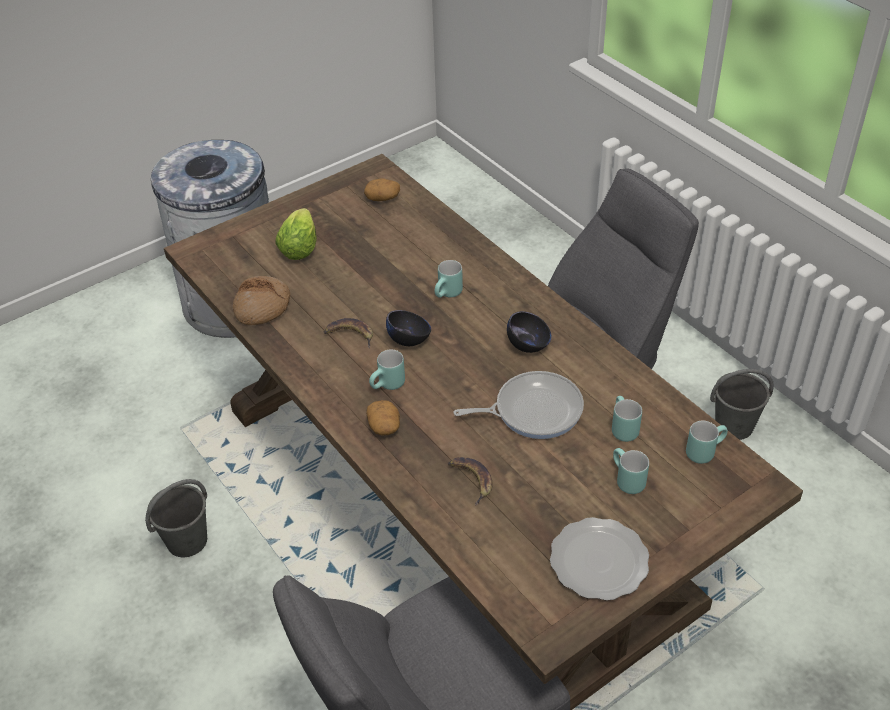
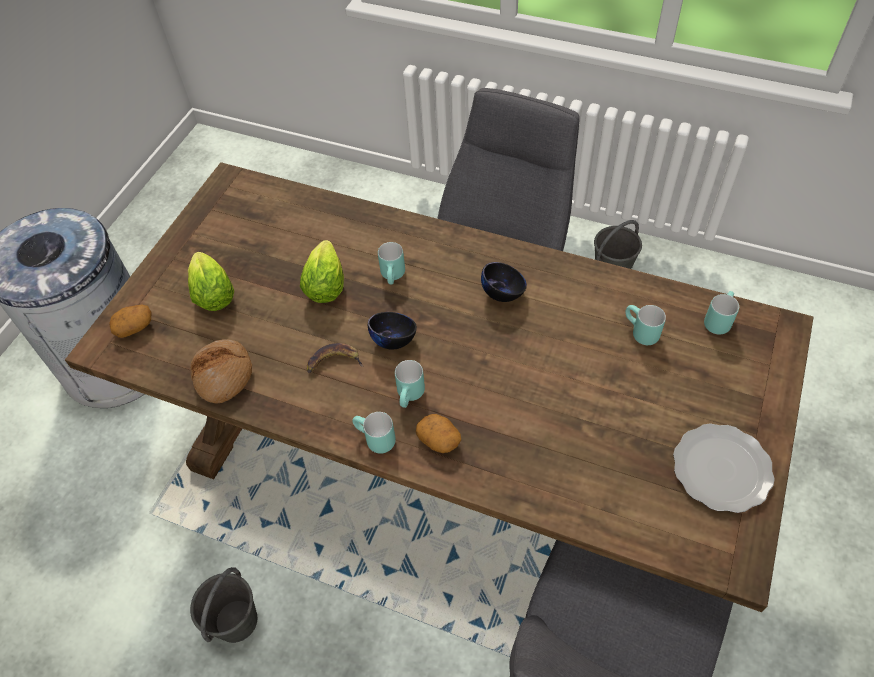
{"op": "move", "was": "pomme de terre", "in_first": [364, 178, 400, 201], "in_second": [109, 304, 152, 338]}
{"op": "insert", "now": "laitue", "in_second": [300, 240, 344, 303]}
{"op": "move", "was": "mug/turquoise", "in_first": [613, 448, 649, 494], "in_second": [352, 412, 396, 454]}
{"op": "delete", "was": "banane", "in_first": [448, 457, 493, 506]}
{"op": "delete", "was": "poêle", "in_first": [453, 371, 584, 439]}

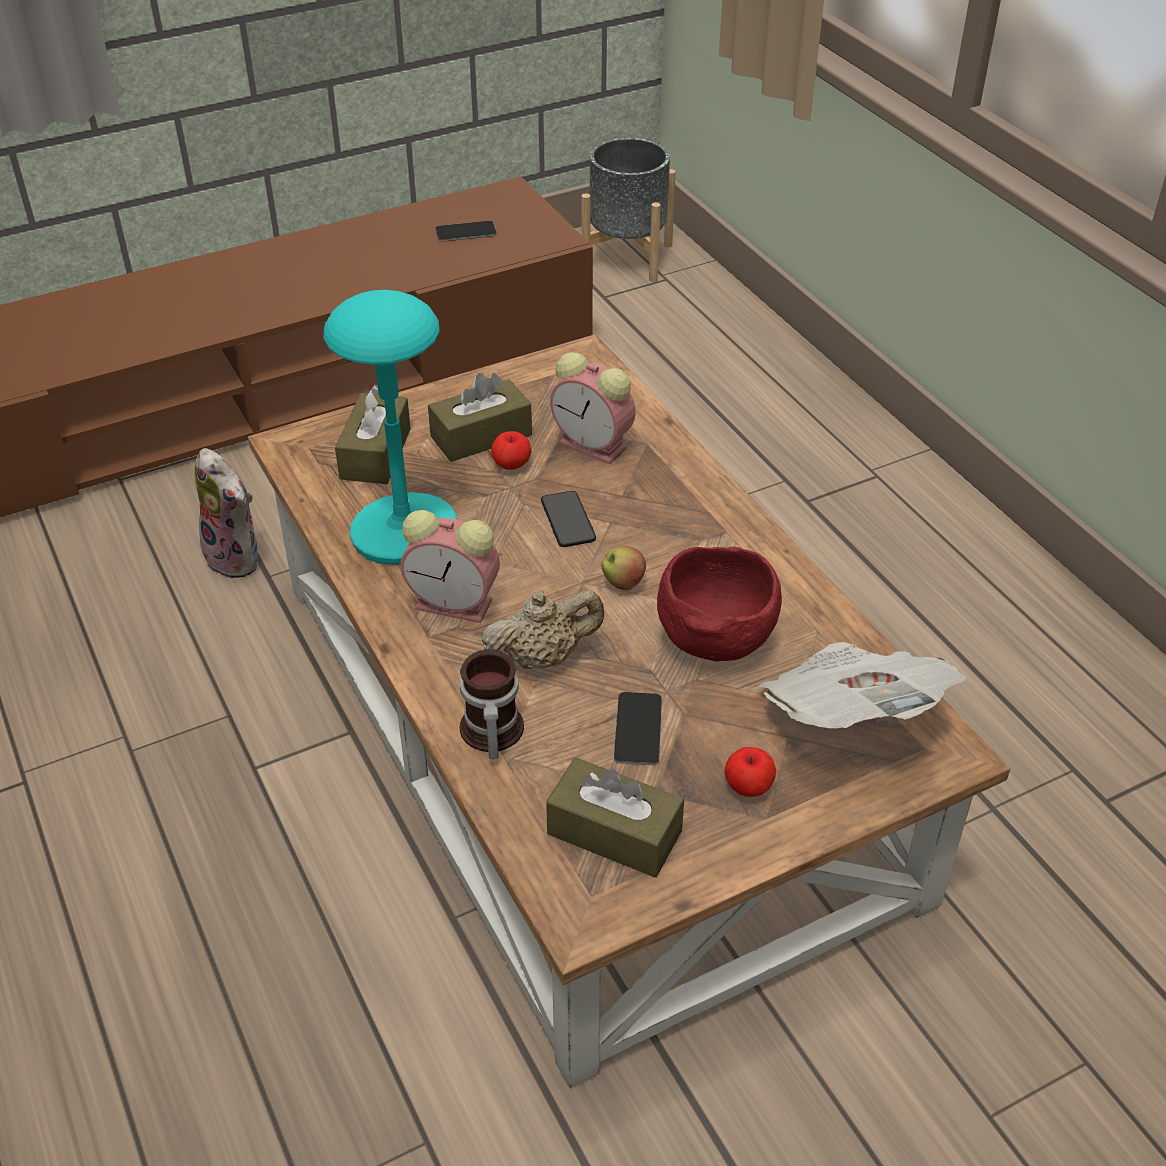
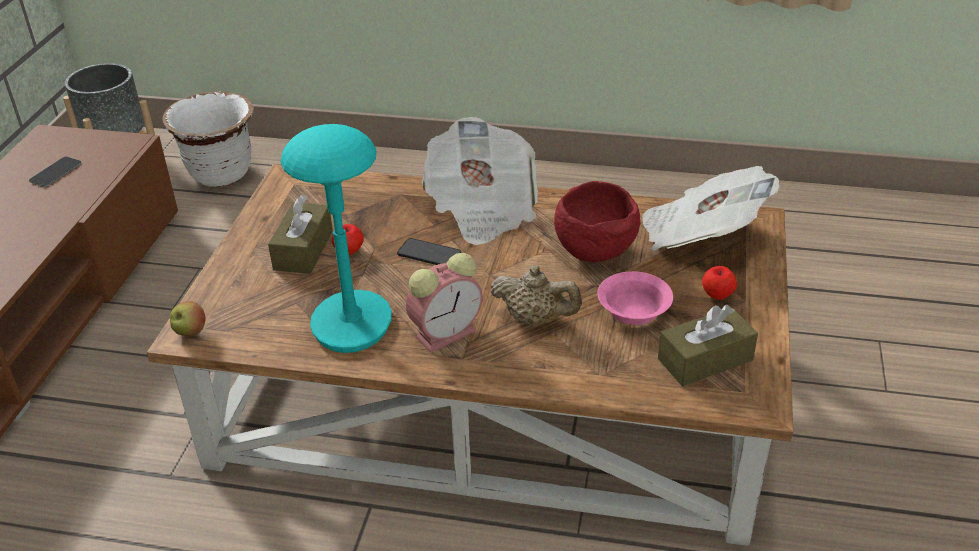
{"op": "insert", "now": "cache-pot/blanc", "in_second": [162, 92, 254, 187]}
{"op": "move", "was": "pomme", "in_first": [601, 546, 646, 590], "in_second": [170, 301, 205, 336]}
{"op": "insert", "now": "journal", "in_second": [421, 117, 538, 245]}
{"op": "rotate", "was": "théière/beige", "in_first": [481, 590, 604, 669], "in_second": [491, 265, 582, 326], "clockwise": 90}
{"op": "replace", "was": "téléphone", "now": "bol/rose", "in_first": [614, 692, 662, 765], "in_second": [597, 271, 673, 325]}
{"op": "delete", "was": "peluche", "in_first": [194, 448, 260, 579]}
{"op": "delete", "was": "boîte à mouchoirs/marron", "in_first": [335, 385, 411, 484]}
{"op": "delete", "was": "mug", "in_first": [460, 649, 524, 759]}
{"op": "delete", "was": "réveil", "in_first": [550, 352, 636, 464]}

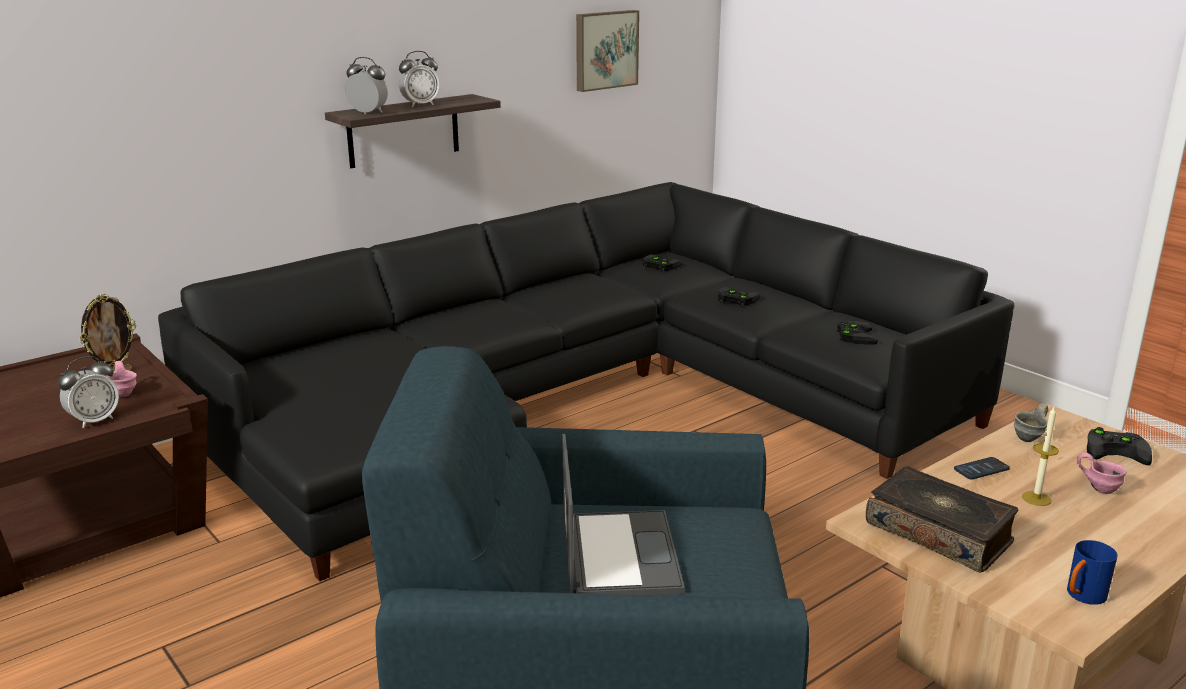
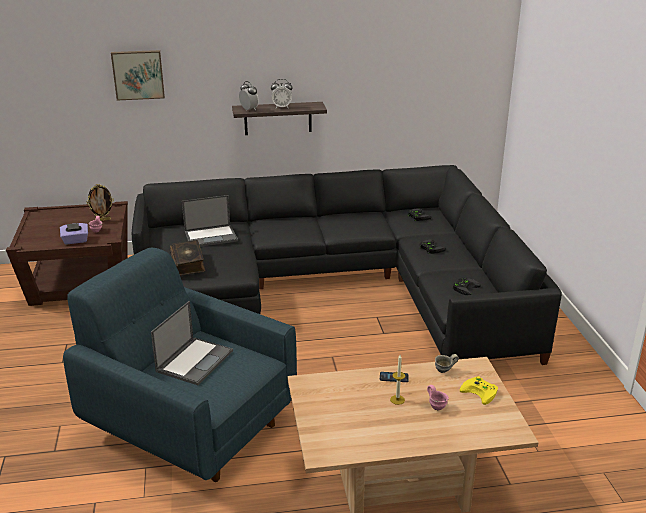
{"op": "replace", "was": "réveil", "now": "boîte à mouchoirs/violet", "in_first": [58, 356, 119, 428], "in_second": [60, 223, 88, 245]}
{"op": "move", "was": "tableau", "in_first": [576, 10, 639, 92], "in_second": [111, 50, 165, 101]}
{"op": "move", "was": "livre", "in_first": [866, 466, 1018, 572], "in_second": [170, 240, 206, 276]}
{"op": "insert", "now": "ordinateur portable", "in_second": [182, 195, 238, 247]}
{"op": "recolor", "was": "manette/noir", "now": "manette/jaune", "in_first": [1087, 427, 1152, 465], "in_second": [459, 376, 498, 405]}
{"op": "delete", "was": "mug/bleu", "in_first": [1067, 540, 1118, 605]}

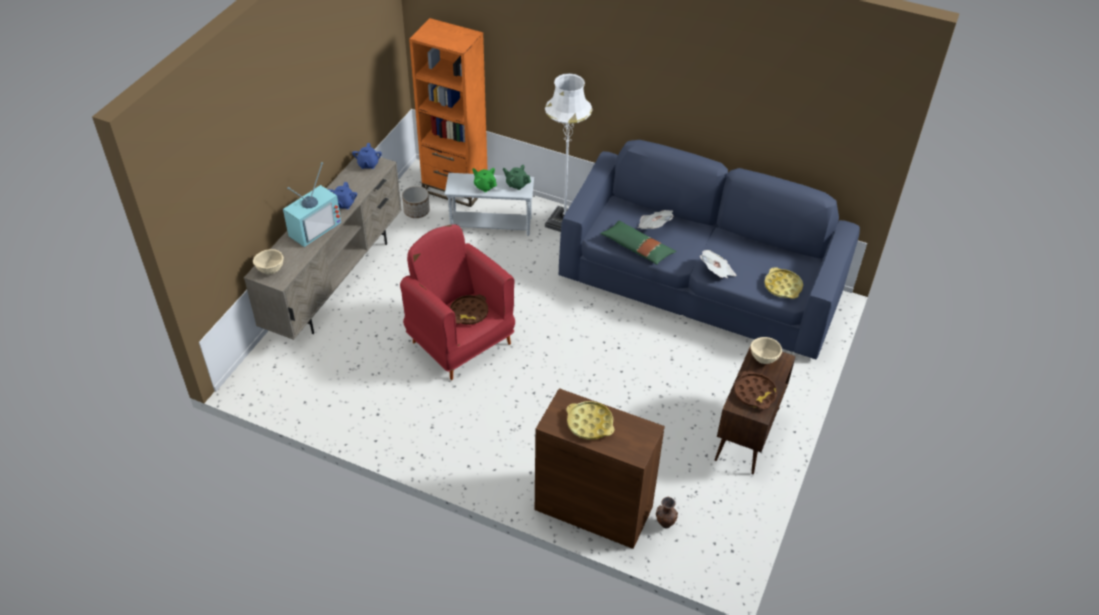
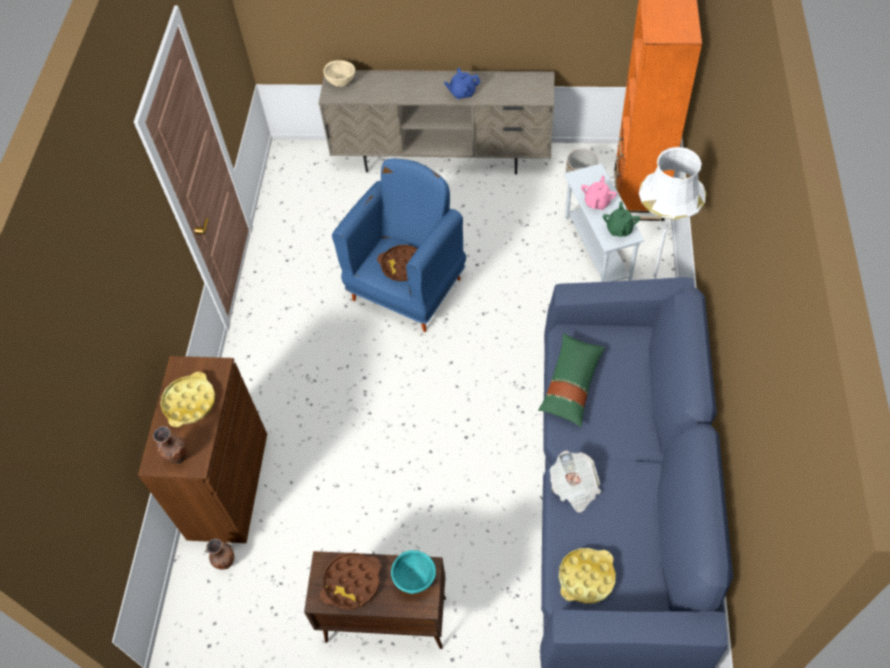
{"op": "insert", "now": "vase/marron", "in_second": [153, 426, 187, 464]}
{"op": "recolor", "was": "fauteuil/rouge", "now": "fauteuil/bleu", "in_first": [400, 225, 515, 380], "in_second": [332, 158, 466, 332]}
{"op": "recolor", "was": "bol/beige", "now": "bol/turquoise", "in_first": [750, 337, 782, 364], "in_second": [391, 550, 436, 594]}
{"op": "recolor", "was": "théière/vert", "now": "théière/rose", "in_first": [472, 168, 497, 192], "in_second": [581, 175, 617, 210]}
{"op": "delete", "was": "téléviseur", "in_first": [283, 162, 341, 247]}
{"op": "delete", "was": "théière/bleu", "in_first": [352, 143, 382, 169]}
{"op": "delete", "was": "journal", "in_first": [637, 210, 673, 229]}

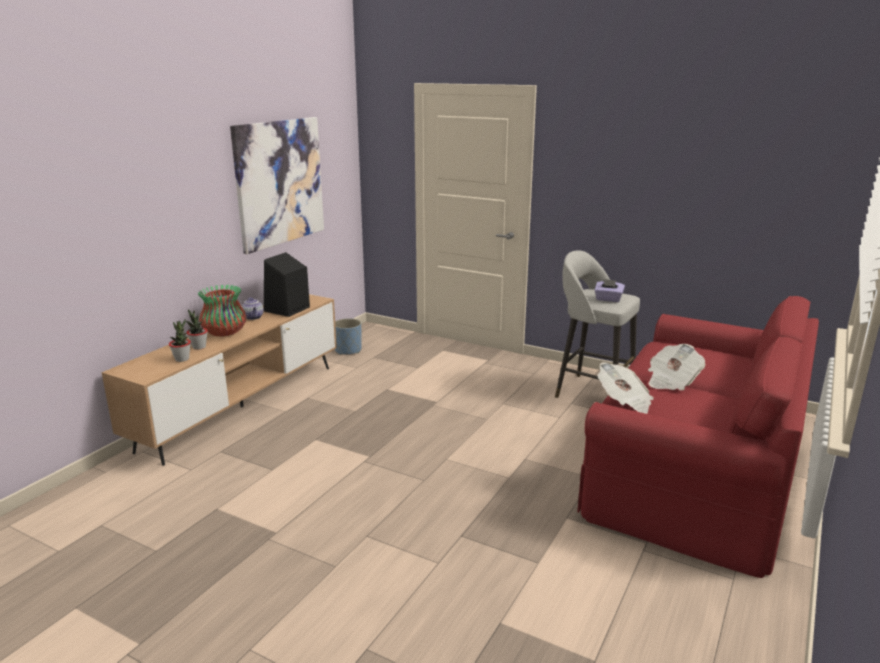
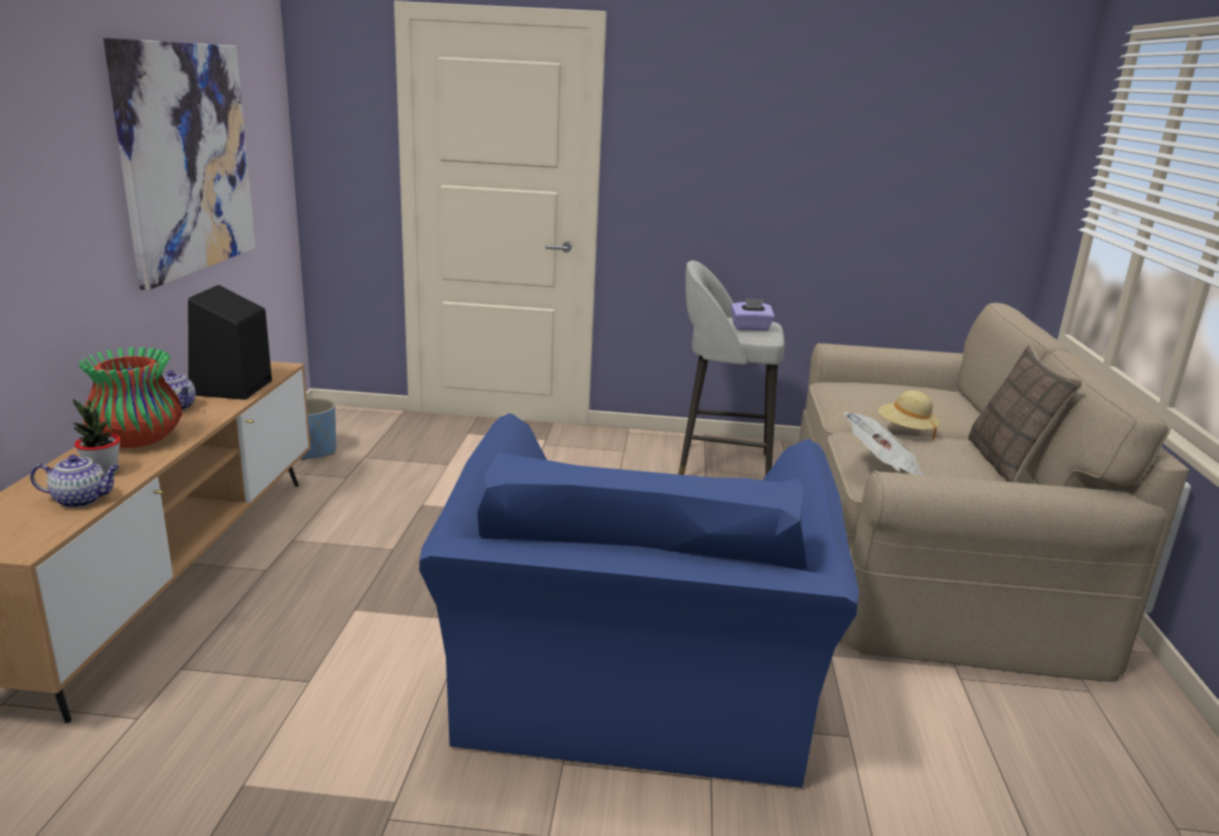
{"op": "replace", "was": "plante en pot", "now": "théière", "in_first": [169, 319, 191, 362], "in_second": [30, 455, 120, 508]}
{"op": "insert", "now": "fauteuil/bleu", "in_second": [419, 413, 859, 788]}
{"op": "recolor", "was": "canapé/rouge", "now": "canapé/beige", "in_first": [577, 296, 819, 578], "in_second": [799, 303, 1189, 682]}
{"op": "replace", "was": "journal", "now": "chapeau/beige", "in_first": [648, 344, 706, 391], "in_second": [878, 390, 940, 440]}
{"op": "insert", "now": "coussin", "in_second": [968, 345, 1083, 482]}

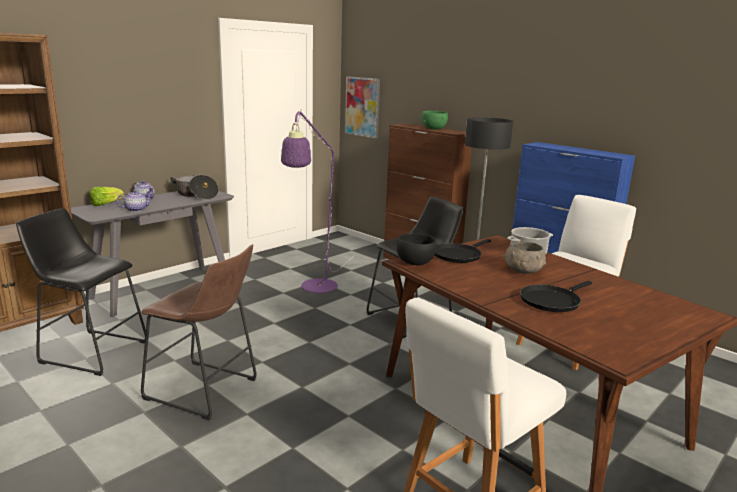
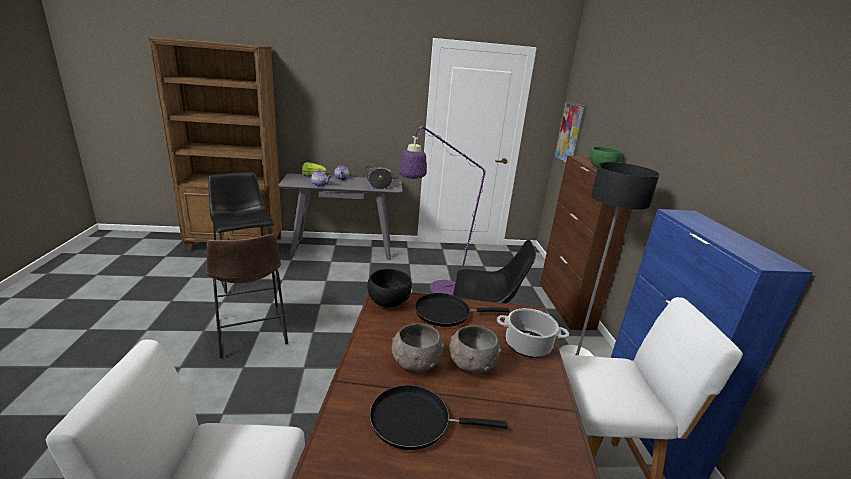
{"op": "insert", "now": "bol/gris", "in_second": [392, 323, 444, 372]}

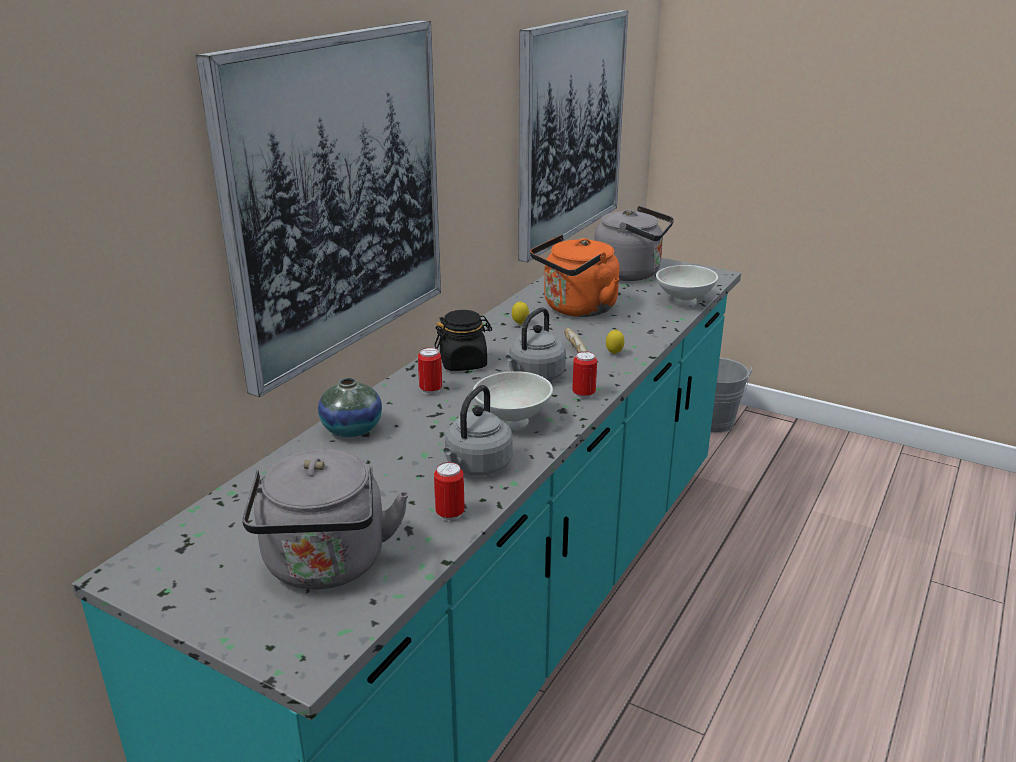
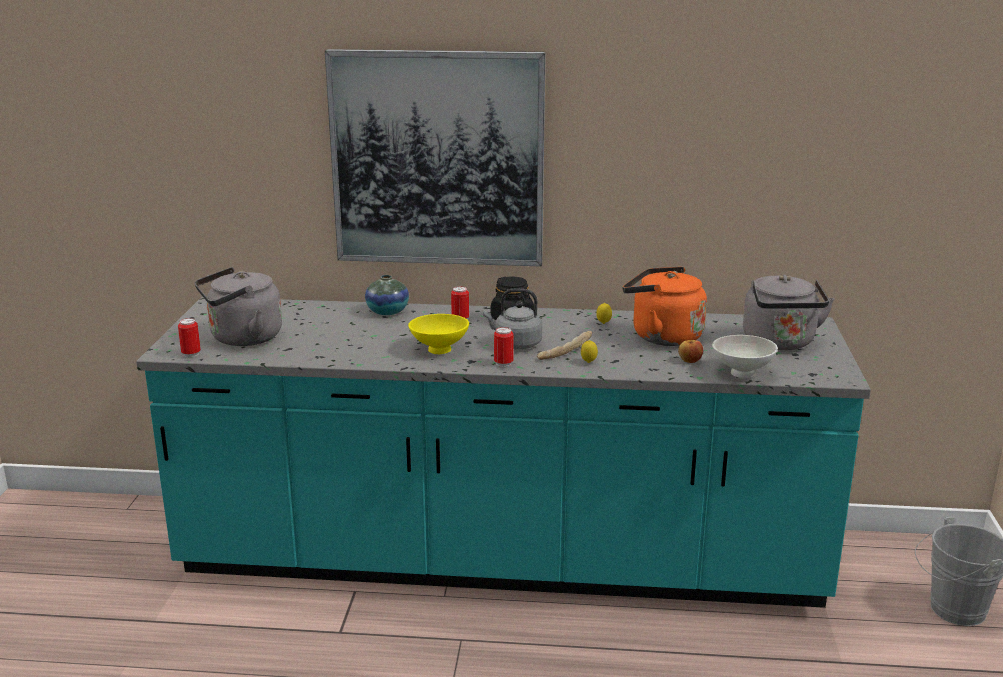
{"op": "move", "was": "boîte métallique", "in_first": [434, 462, 465, 521], "in_second": [178, 318, 201, 357]}
{"op": "recolor", "was": "bol/blanc", "now": "bol/jaune", "in_first": [473, 371, 553, 429], "in_second": [408, 314, 469, 354]}
{"op": "insert", "now": "pomme", "in_second": [678, 340, 703, 363]}
{"op": "delete", "was": "bouilloire/gris", "in_first": [443, 385, 513, 475]}
{"op": "delete", "was": "tableau", "in_first": [518, 10, 628, 263]}

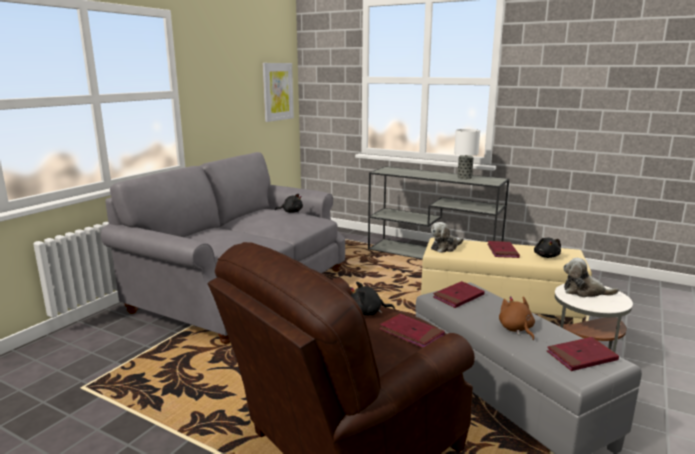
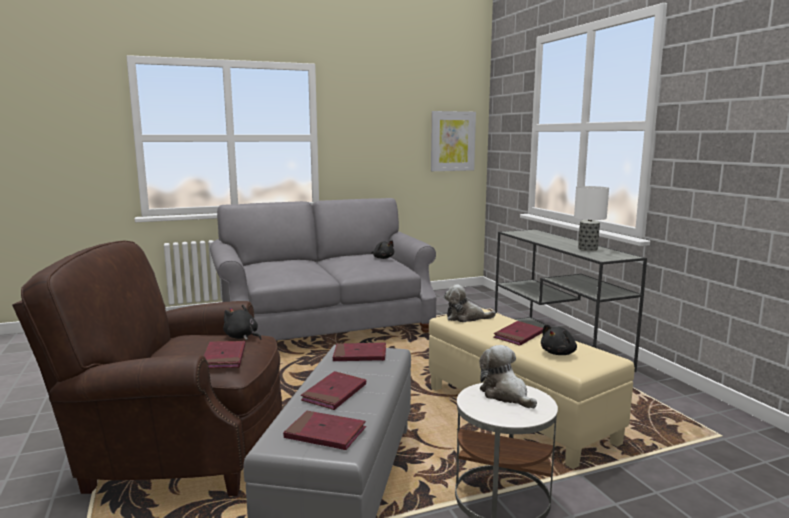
{"op": "replace", "was": "peluche/marron", "now": "livre/rouge", "in_first": [499, 296, 535, 340], "in_second": [301, 371, 366, 410]}

